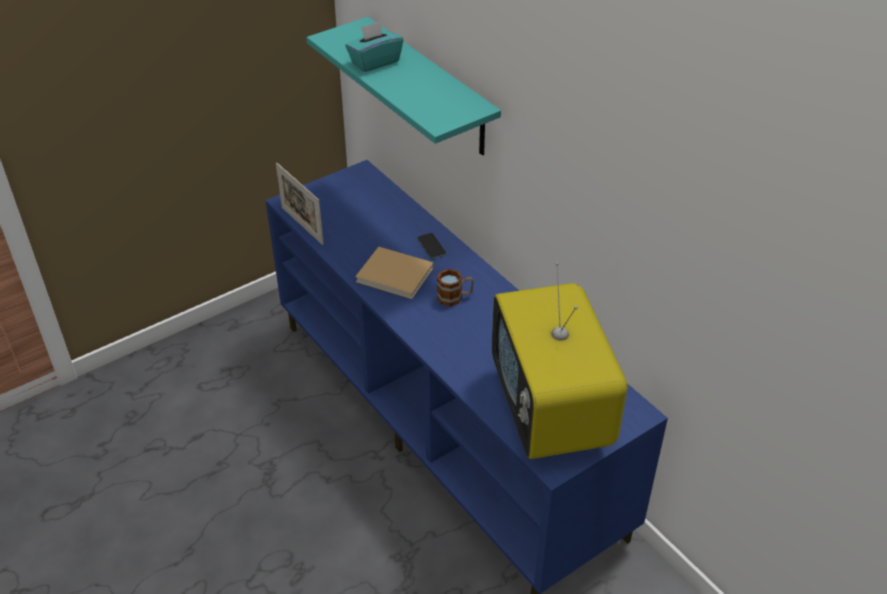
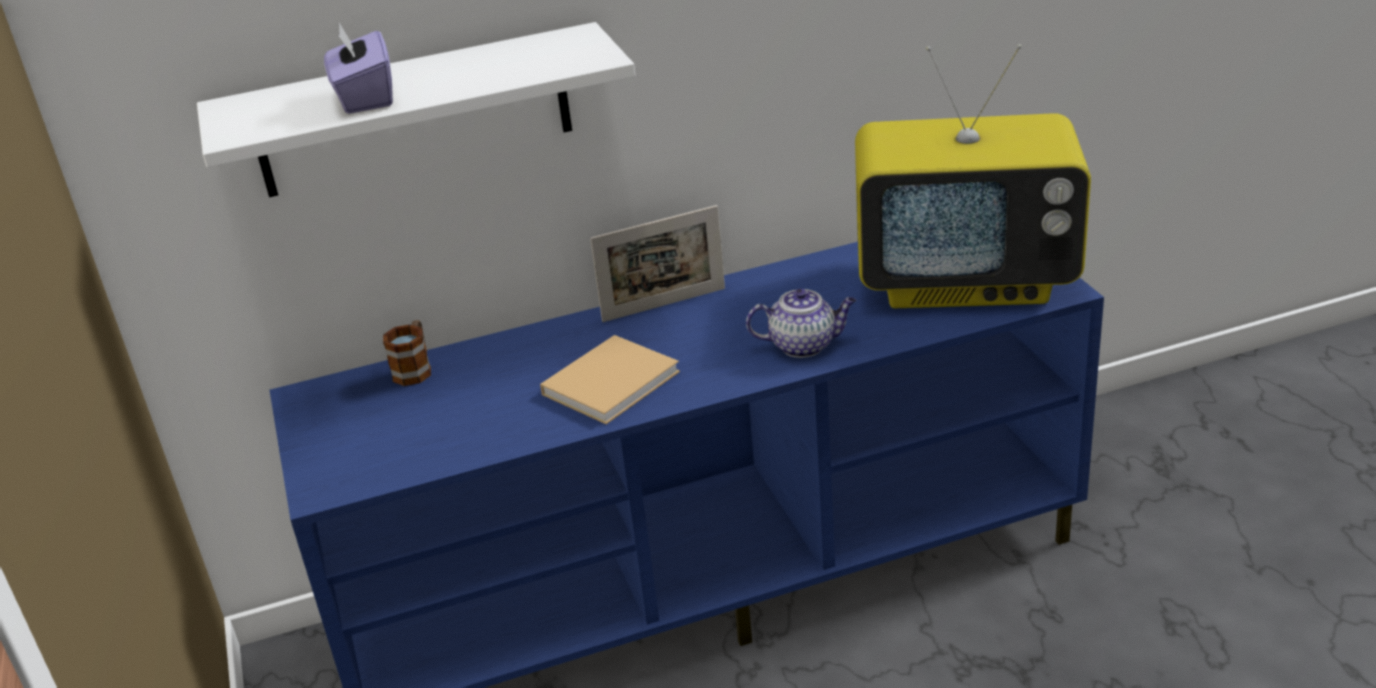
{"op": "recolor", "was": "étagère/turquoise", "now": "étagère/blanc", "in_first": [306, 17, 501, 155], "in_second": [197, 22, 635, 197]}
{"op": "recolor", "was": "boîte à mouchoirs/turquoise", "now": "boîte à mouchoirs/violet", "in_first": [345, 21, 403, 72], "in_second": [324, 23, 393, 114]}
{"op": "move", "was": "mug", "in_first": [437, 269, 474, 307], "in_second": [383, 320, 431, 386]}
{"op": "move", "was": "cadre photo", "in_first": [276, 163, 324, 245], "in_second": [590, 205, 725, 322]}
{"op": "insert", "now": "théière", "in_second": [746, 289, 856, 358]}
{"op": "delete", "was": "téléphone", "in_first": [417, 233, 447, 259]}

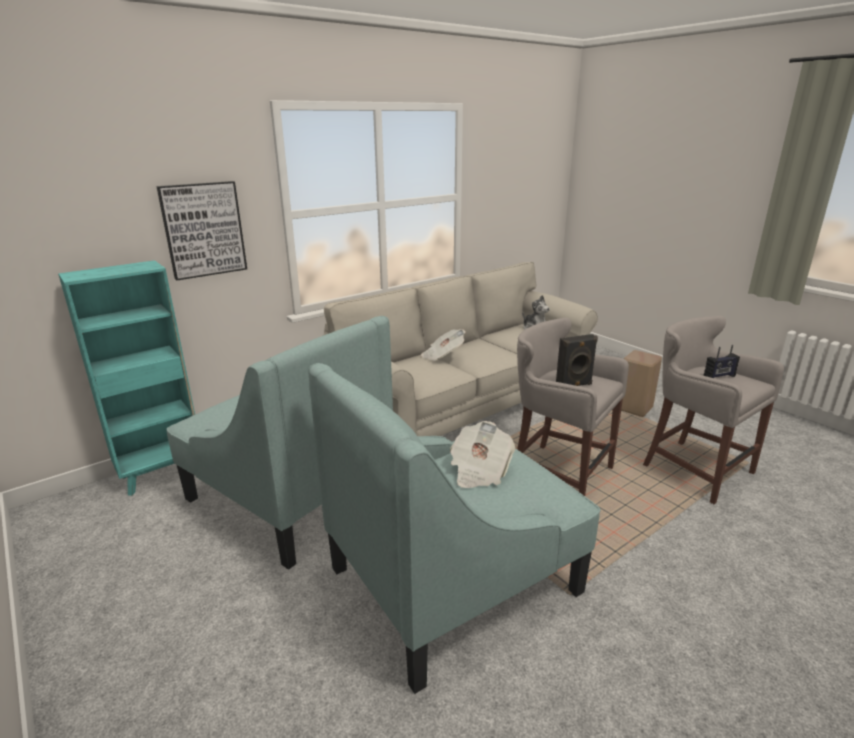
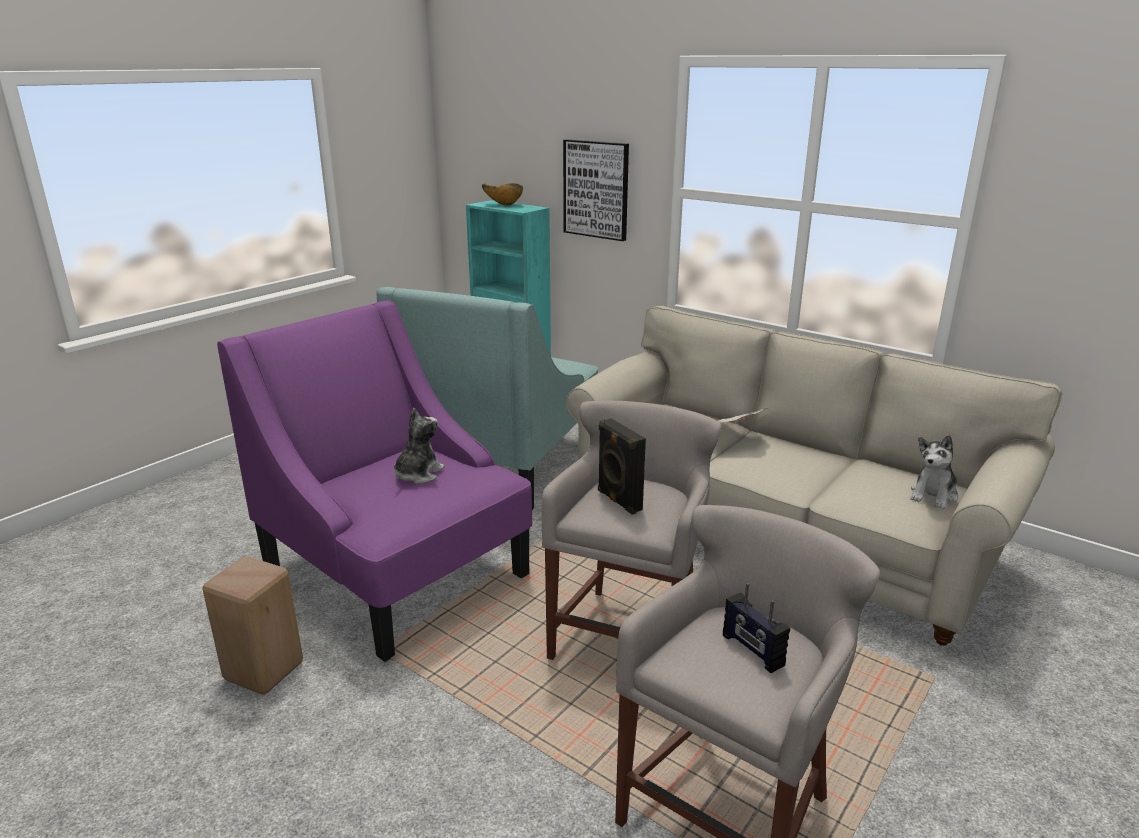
{"op": "move", "was": "tabouret/beige", "in_first": [621, 350, 662, 417], "in_second": [203, 557, 303, 694]}
{"op": "recolor", "was": "fauteuil/turquoise", "now": "fauteuil/violet", "in_first": [308, 363, 601, 694], "in_second": [217, 300, 532, 662]}
{"op": "replace", "was": "journal", "now": "peluche", "in_first": [450, 421, 515, 488], "in_second": [394, 408, 444, 484]}
{"op": "insert", "now": "bol", "in_second": [482, 182, 523, 206]}

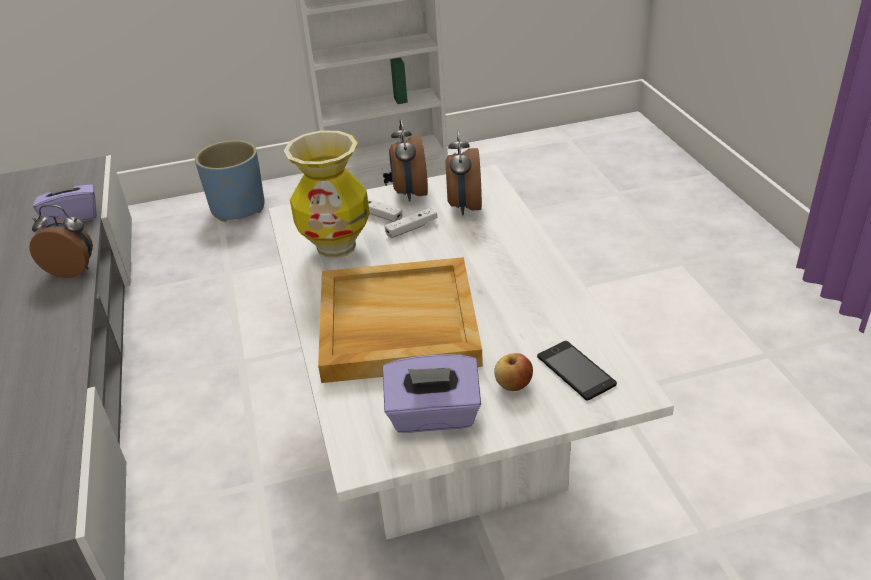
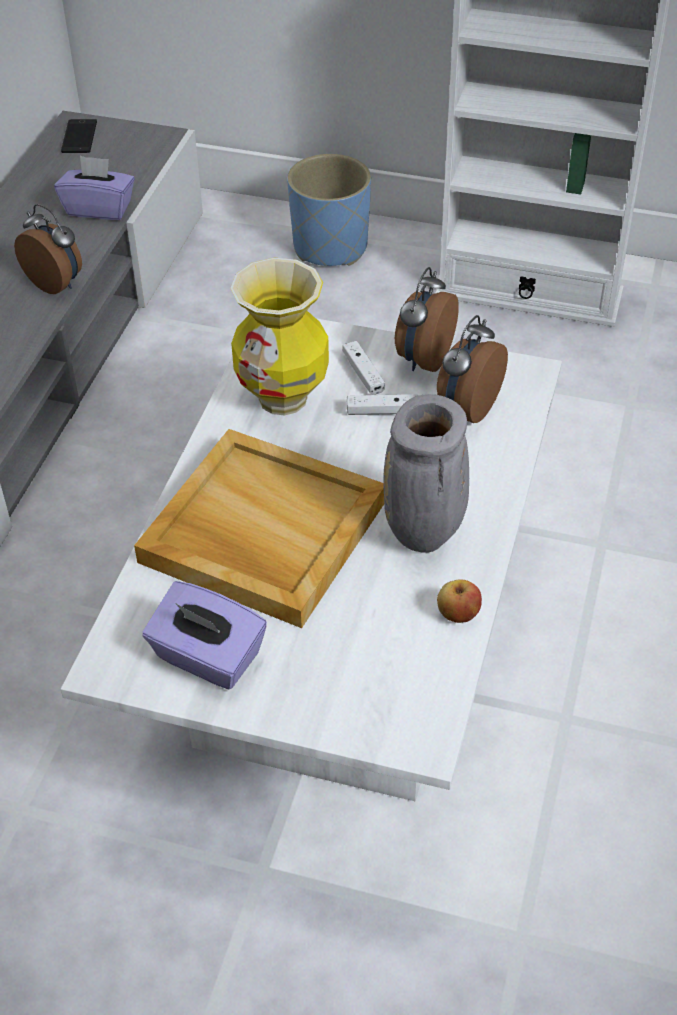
{"op": "move", "was": "téléphone", "in_first": [537, 341, 617, 401], "in_second": [61, 119, 97, 153]}
{"op": "insert", "now": "vase/gris", "in_second": [383, 394, 469, 553]}
{"op": "move", "was": "pomme", "in_first": [494, 353, 533, 391], "in_second": [437, 579, 482, 623]}

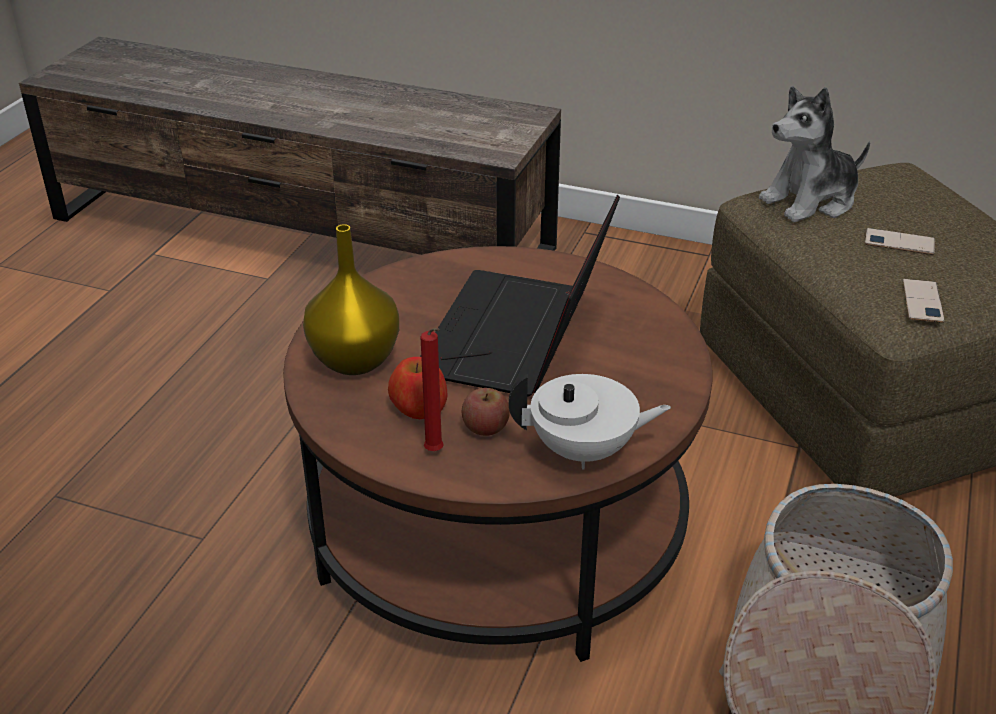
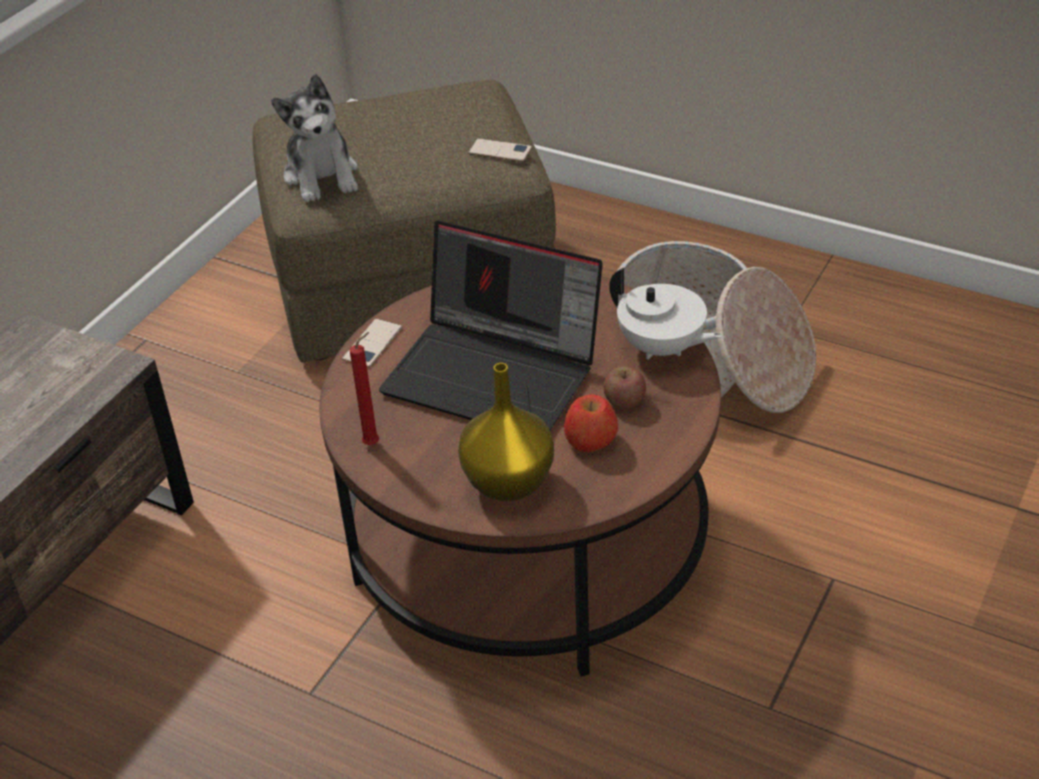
{"op": "move", "was": "téléphone", "in_first": [865, 228, 935, 255], "in_second": [342, 319, 403, 368]}
{"op": "move", "was": "bougie/rouge", "in_first": [420, 328, 444, 451], "in_second": [349, 332, 379, 445]}
{"op": "rotate", "was": "théière/blanc", "in_first": [509, 374, 671, 469], "in_second": [609, 268, 722, 360], "clockwise": 120}

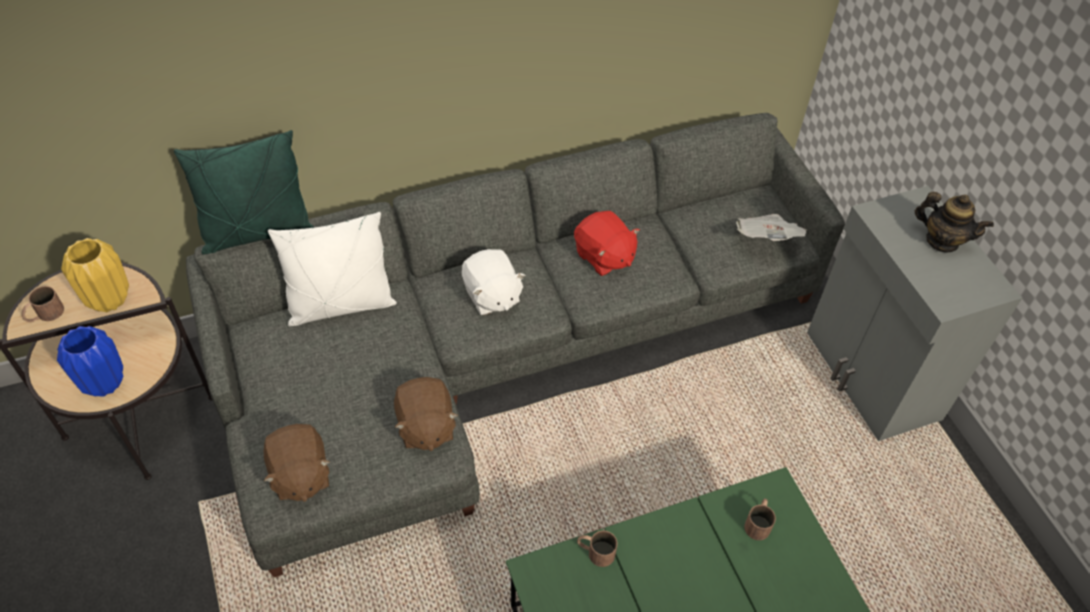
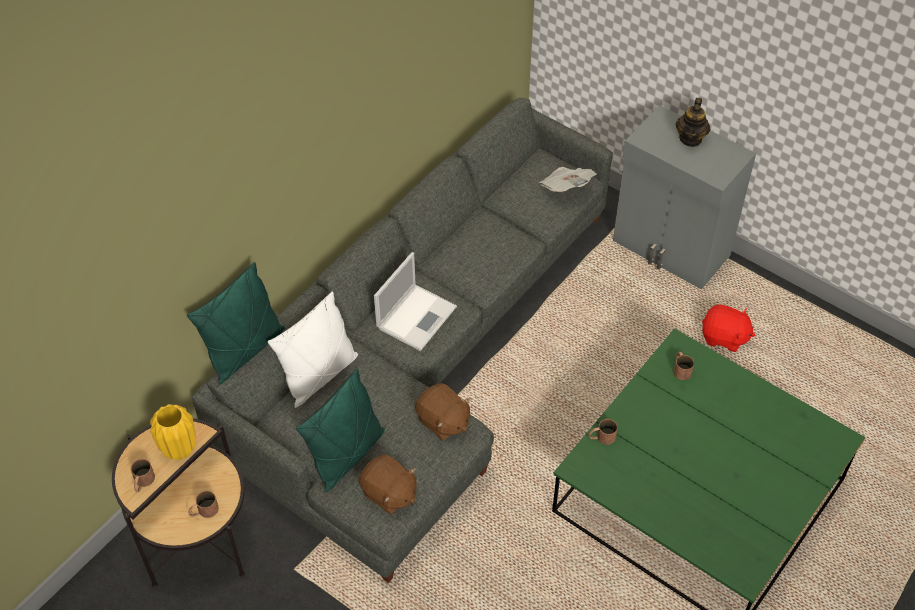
{"op": "replace", "was": "vase/bleu", "now": "mug/marron", "in_first": [57, 326, 123, 397], "in_second": [188, 491, 219, 518]}
{"op": "insert", "now": "coussin/vert", "in_second": [296, 368, 385, 492]}
{"op": "replace", "was": "peluche/blanc", "now": "ordinateur portable", "in_first": [462, 249, 525, 315], "in_second": [374, 252, 457, 351]}
{"op": "rotate", "was": "théière", "in_first": [915, 192, 994, 253], "in_second": [676, 98, 710, 147], "clockwise": 105}
{"op": "move", "was": "peluche/rouge", "in_first": [574, 211, 640, 276], "in_second": [702, 304, 755, 352]}

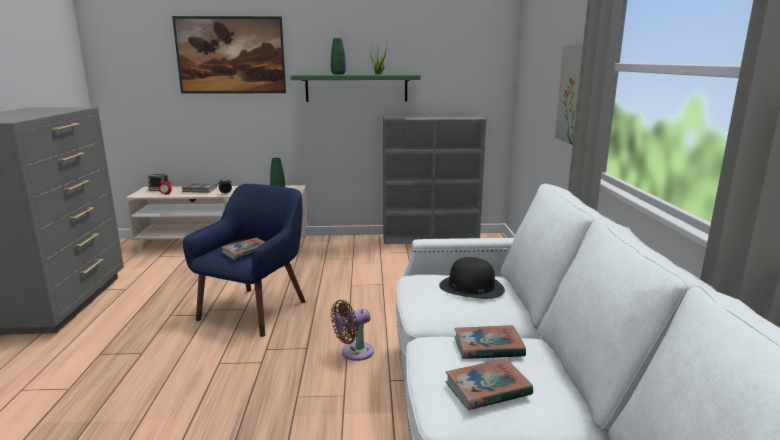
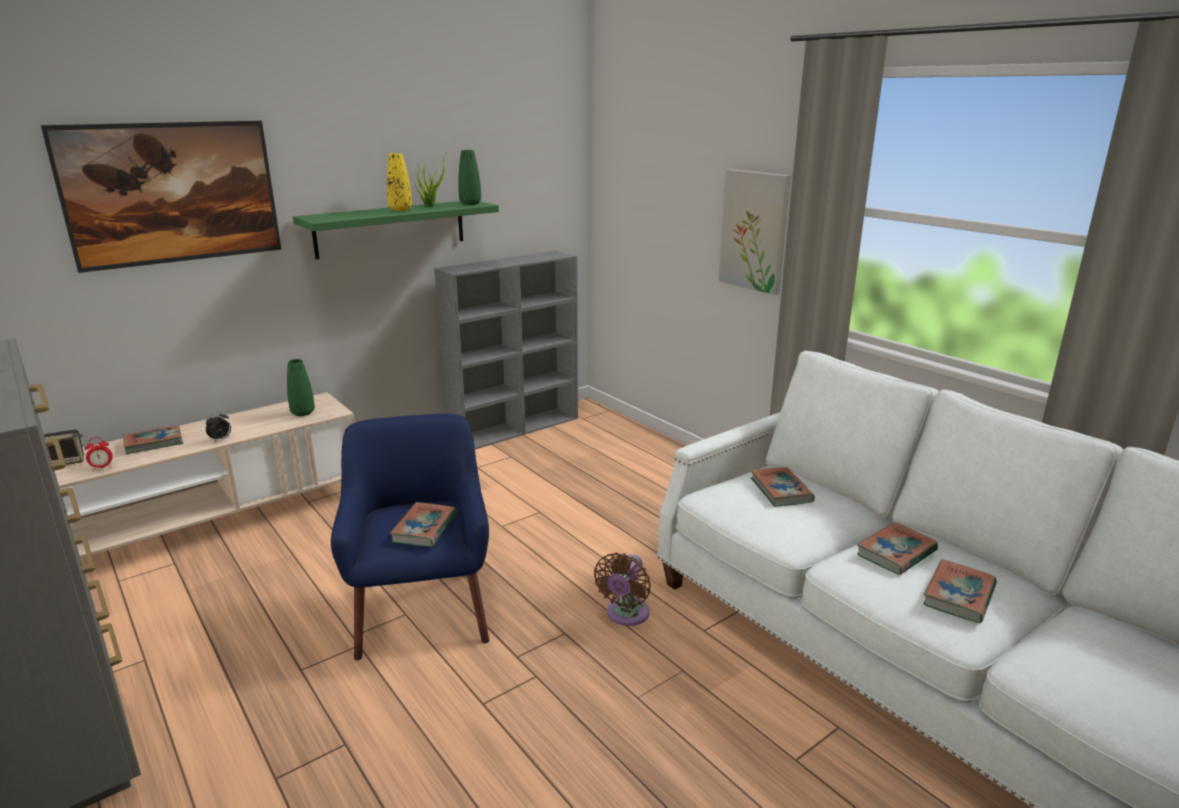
{"op": "insert", "now": "vase/jaune", "in_second": [387, 153, 412, 211]}
{"op": "move", "was": "vase/vert", "in_first": [331, 38, 346, 74], "in_second": [458, 150, 481, 205]}
{"op": "replace", "was": "chapeau/noir", "now": "livre", "in_first": [439, 257, 505, 299], "in_second": [751, 467, 815, 507]}

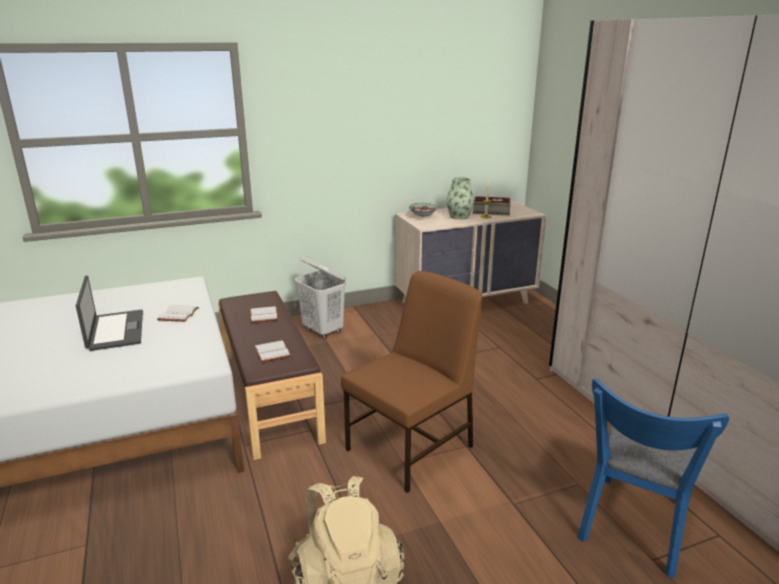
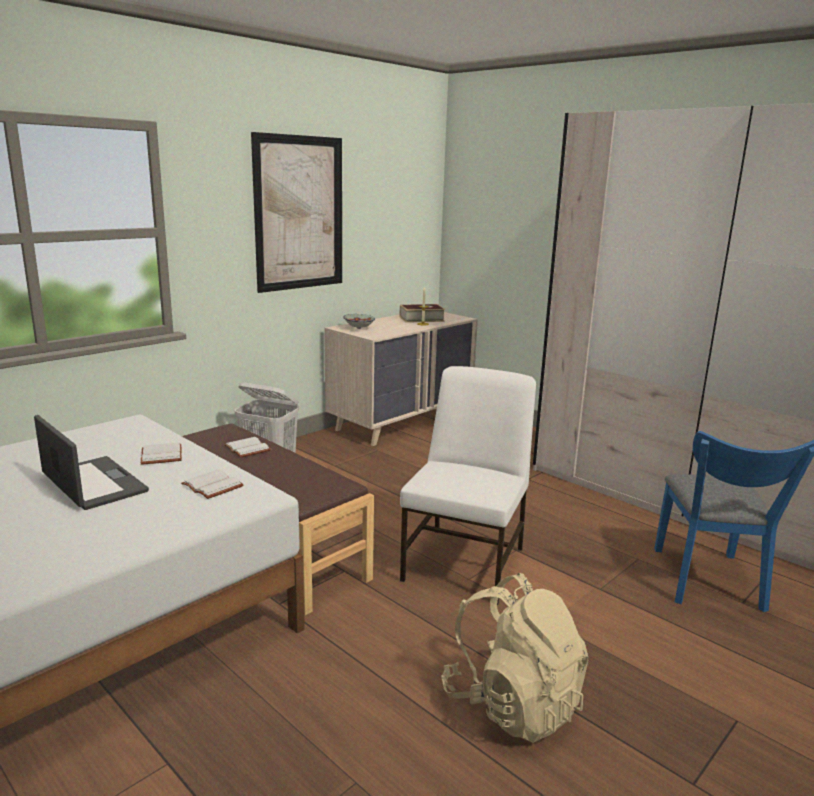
{"op": "move", "was": "livre/blanc", "in_first": [254, 340, 291, 363], "in_second": [181, 470, 244, 499]}
{"op": "insert", "now": "tableau", "in_second": [251, 132, 342, 293]}
{"op": "recolor", "was": "chaise/marron", "now": "chaise/blanc", "in_first": [341, 271, 482, 493], "in_second": [400, 366, 536, 605]}
{"op": "delete", "was": "vase", "in_first": [446, 177, 474, 219]}

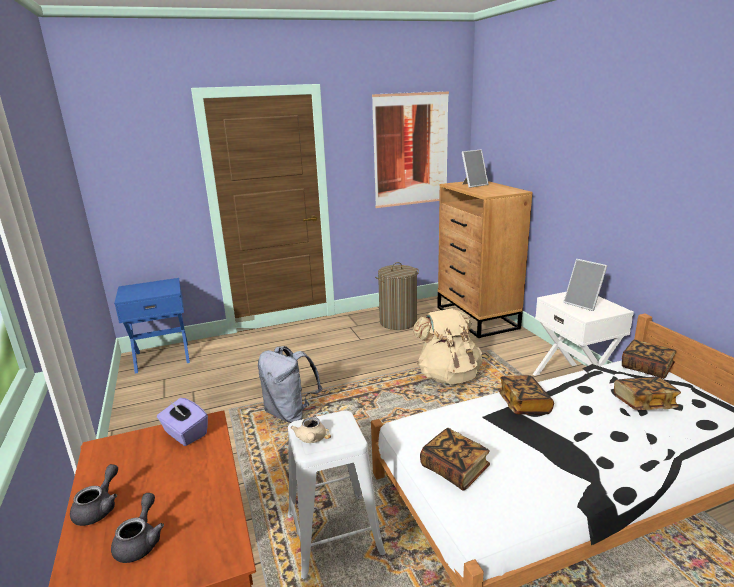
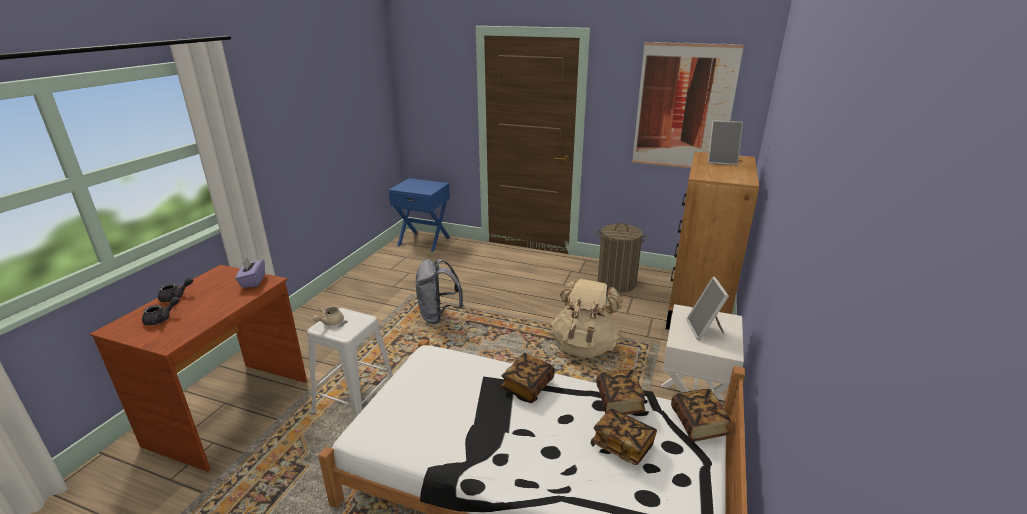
{"op": "move", "was": "livre", "in_first": [420, 428, 490, 490], "in_second": [596, 370, 645, 415]}

